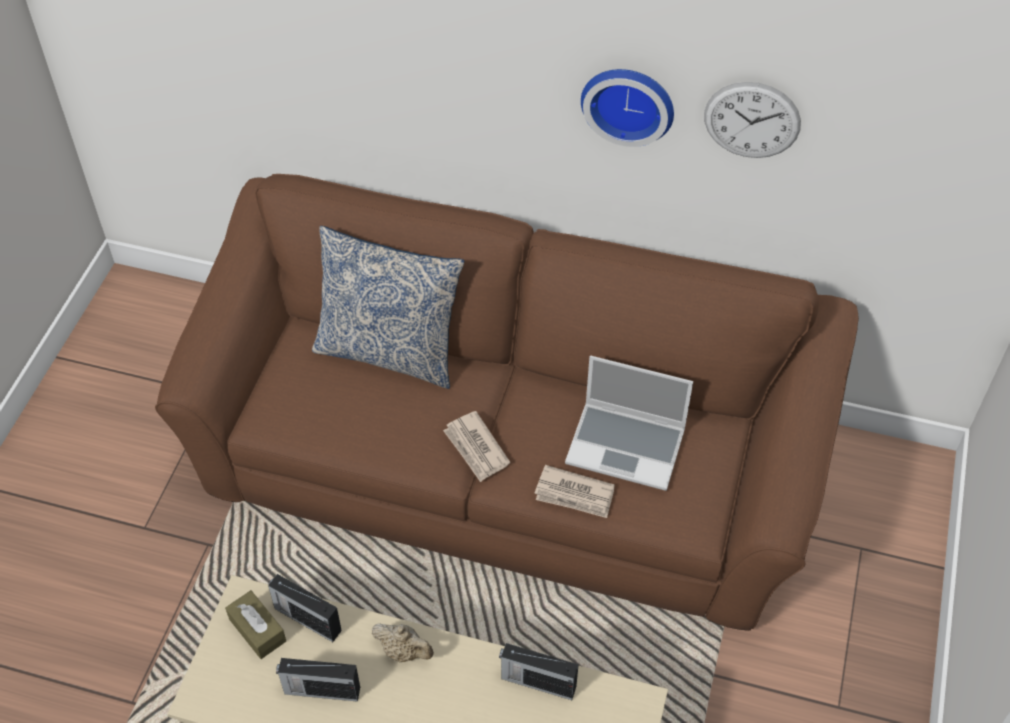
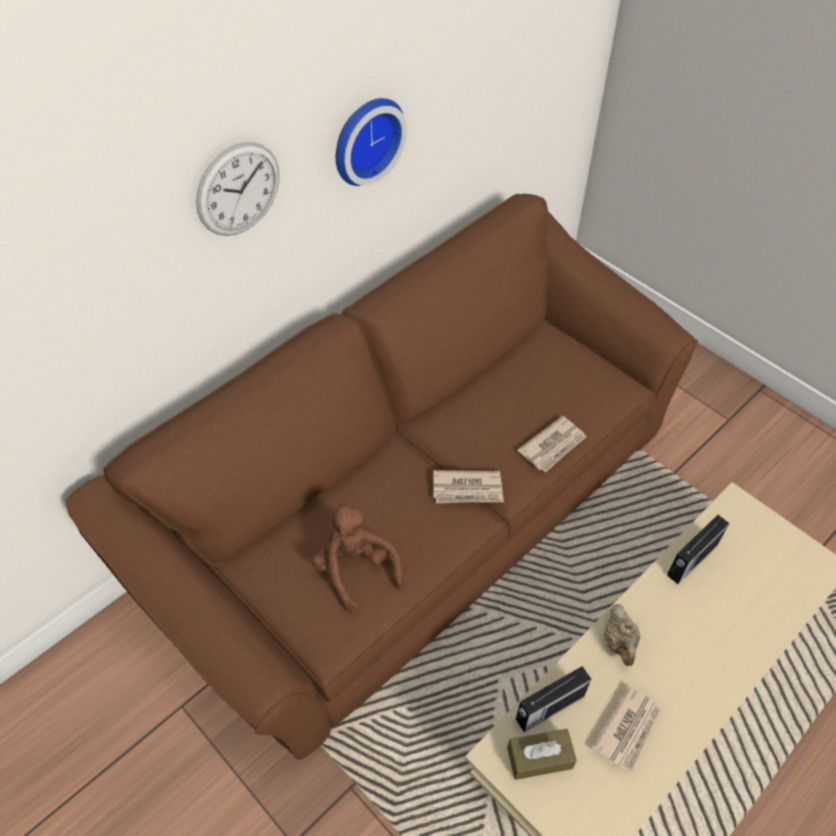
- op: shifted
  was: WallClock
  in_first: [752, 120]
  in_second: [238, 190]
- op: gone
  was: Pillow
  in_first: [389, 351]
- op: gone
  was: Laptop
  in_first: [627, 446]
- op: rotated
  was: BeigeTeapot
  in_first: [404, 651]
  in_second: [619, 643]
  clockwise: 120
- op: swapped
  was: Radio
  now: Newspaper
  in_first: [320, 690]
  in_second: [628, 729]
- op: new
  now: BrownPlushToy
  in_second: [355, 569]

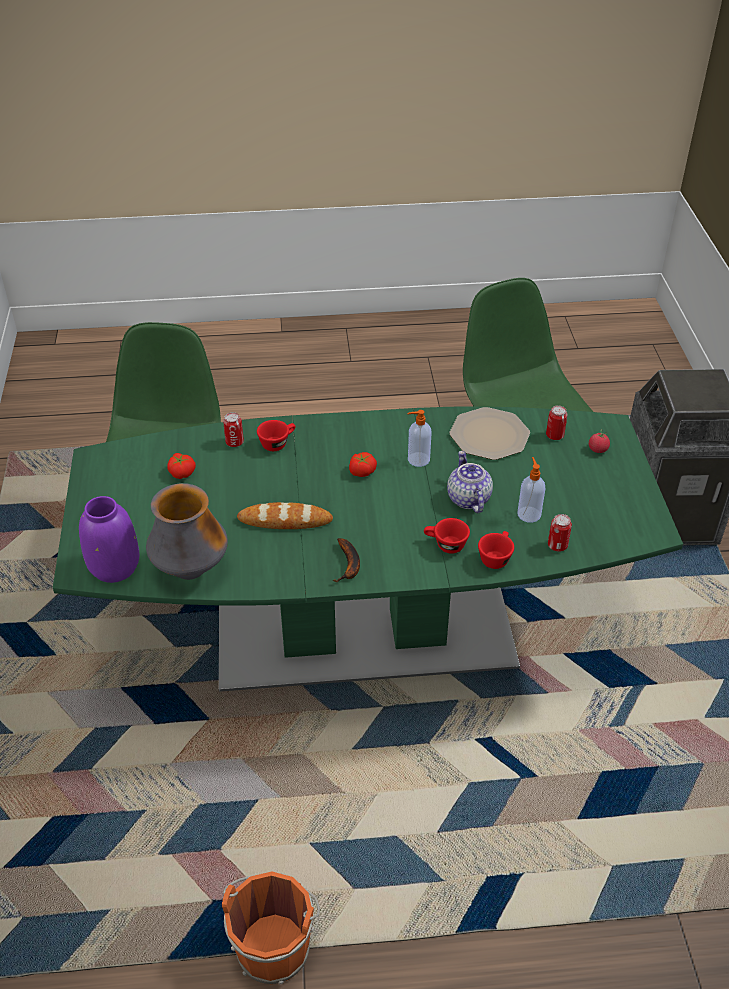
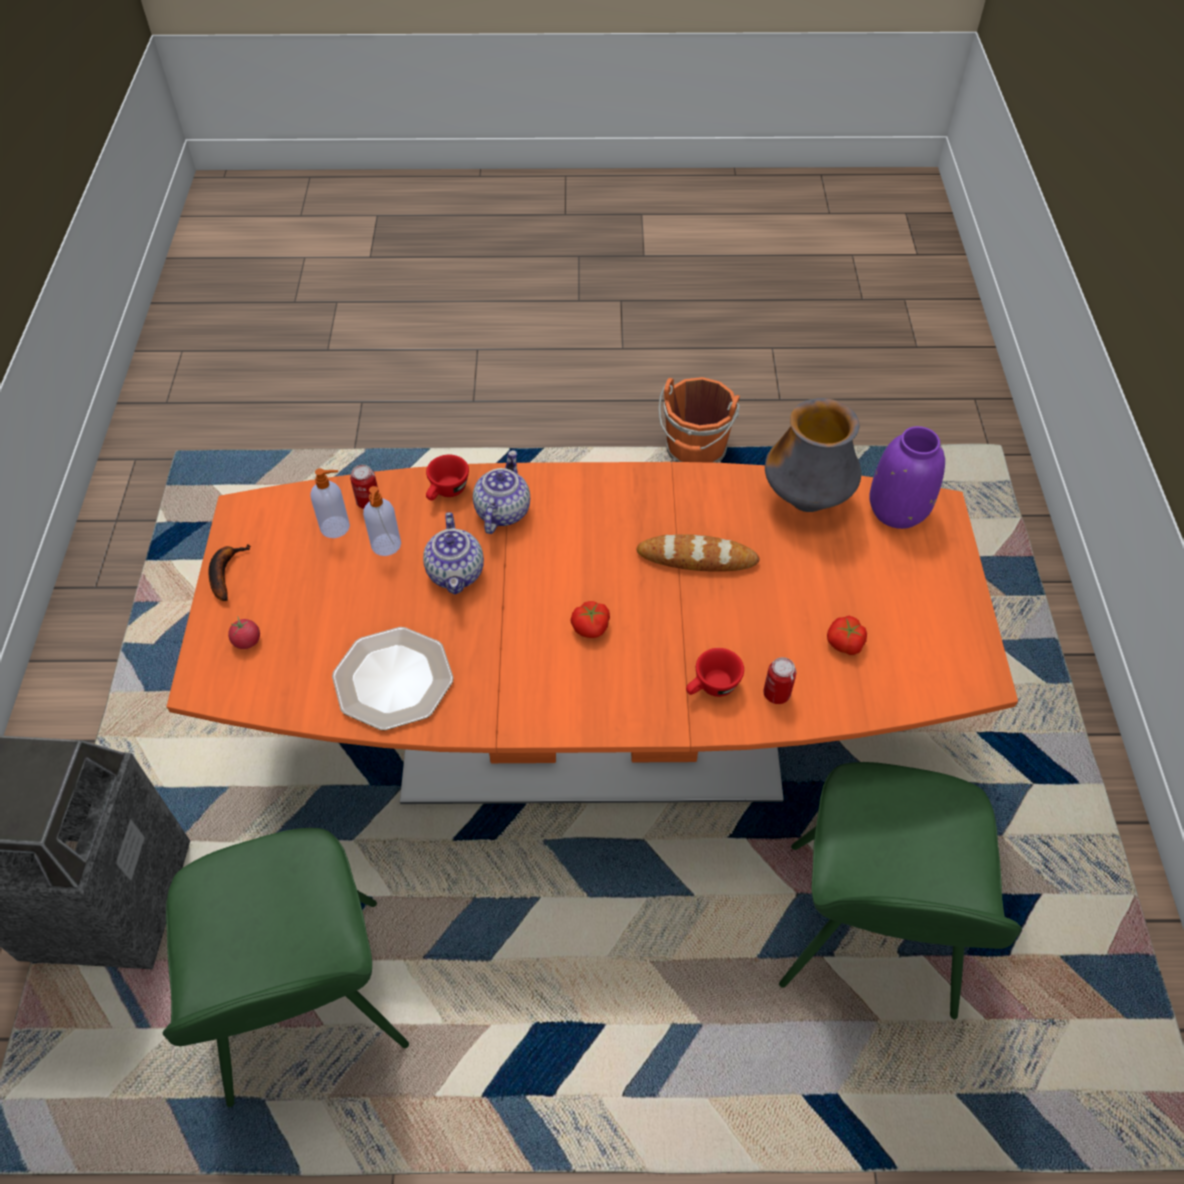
- op: gone
  was: Can
  in_first: [554, 435]
- op: repainted
  was: GreenDiningTable
  now: OrangeDiningTable
  in_first: [363, 633]
  in_second: [593, 736]
- op: shifted
  was: SoapDispenser
  in_first: [417, 459]
  in_second: [336, 527]
- op: swapped
  was: RedCup
  now: Teapot
  in_first: [445, 545]
  in_second: [502, 511]
- op: shifted
  was: Banana
  in_first: [349, 565]
  in_second: [224, 573]

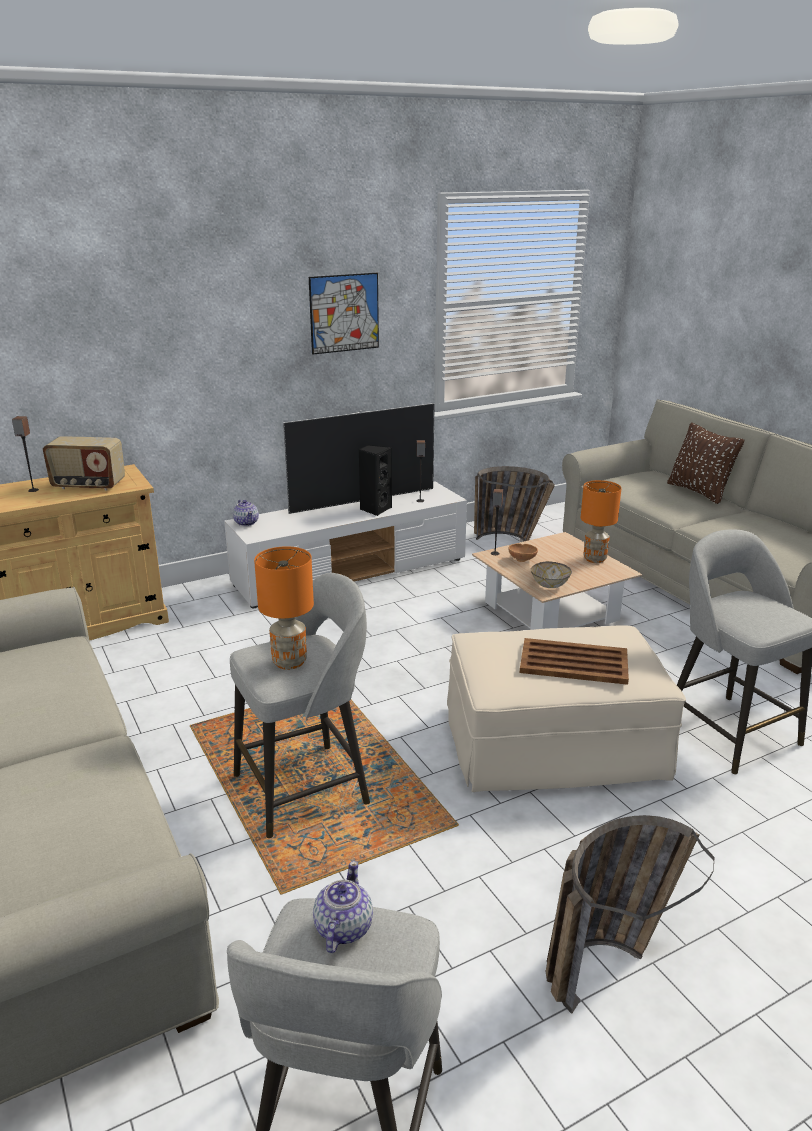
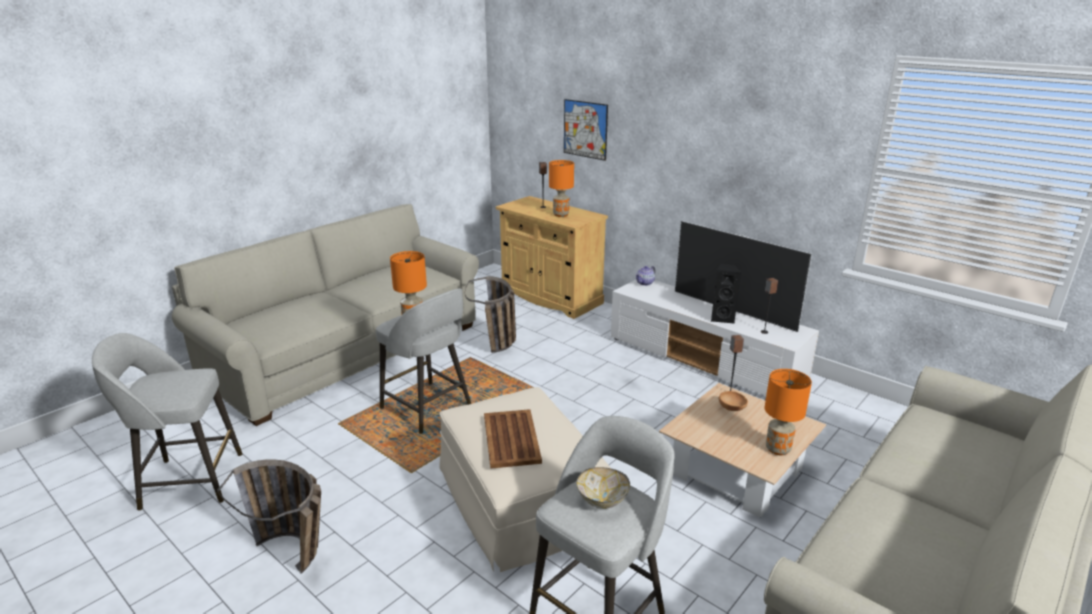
- op: shifted
  was: Picture
  in_first: [344, 313]
  in_second: [585, 129]
- op: gone
  was: BrownPillow
  in_first: [699, 492]
- op: swapped
  was: Radio
  now: OrangeTableLamp
  in_first: [88, 486]
  in_second: [561, 215]
- op: shifted
  was: Basket
  in_first: [512, 541]
  in_second: [498, 347]
- op: shifted
  was: Bowl
  in_first: [550, 585]
  in_second: [603, 500]
- op: gone
  was: Teapot
  in_first: [342, 929]

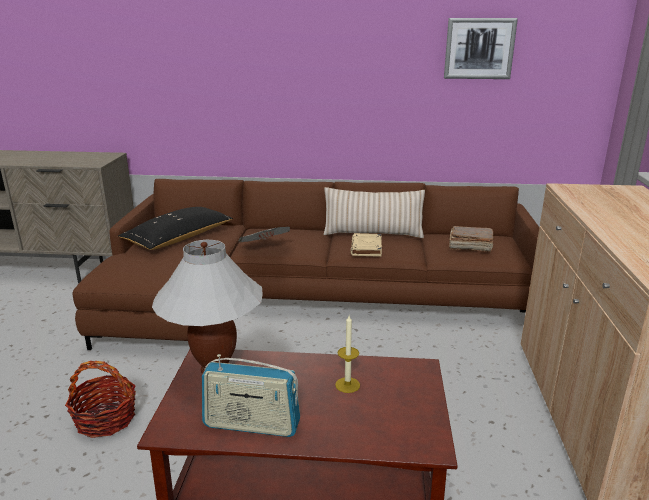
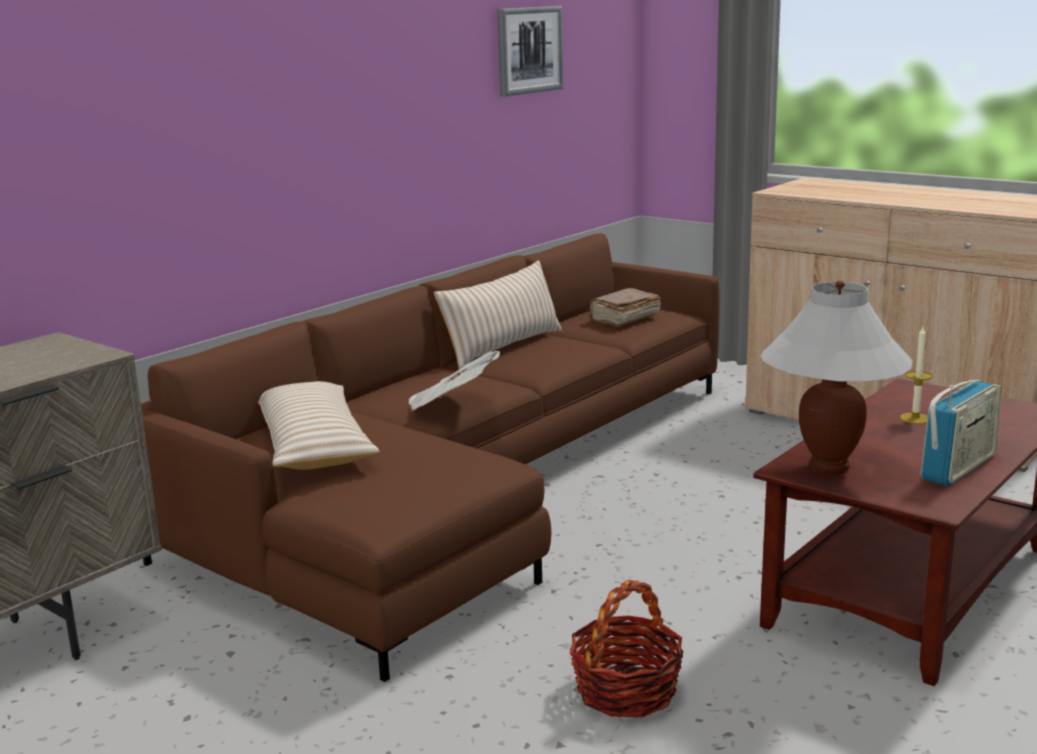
- op: repainted
  was: BlackPillow
  now: BeigePillow
  in_first: [179, 238]
  in_second: [313, 445]
- op: gone
  was: BeigeBook
  in_first: [366, 248]

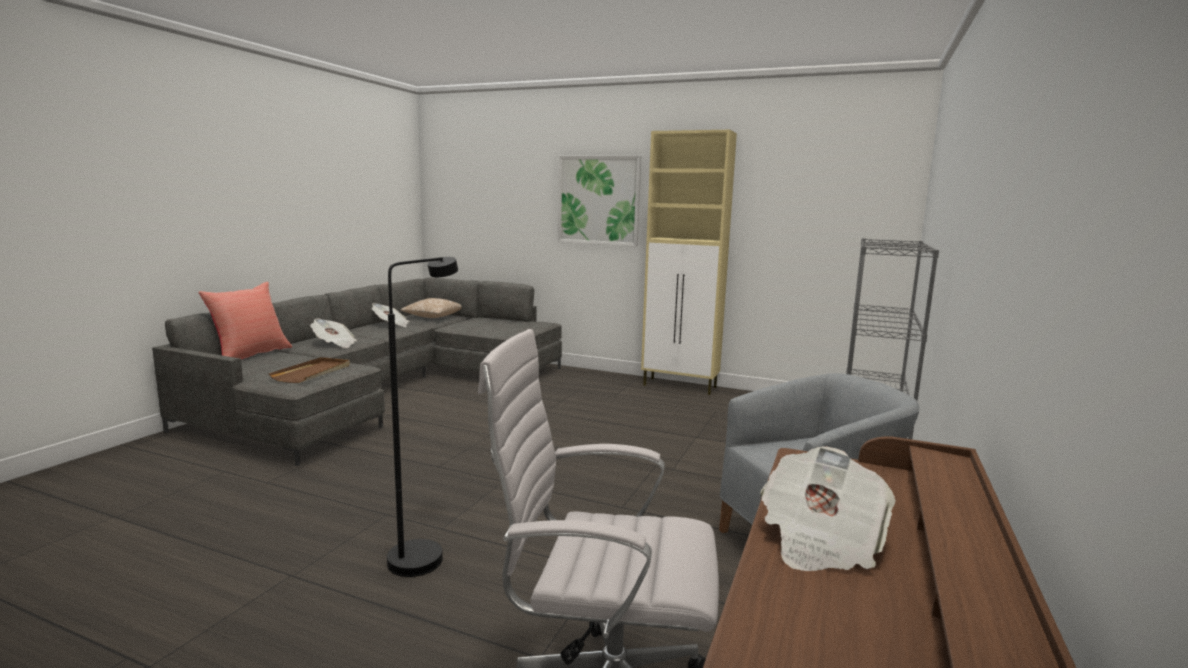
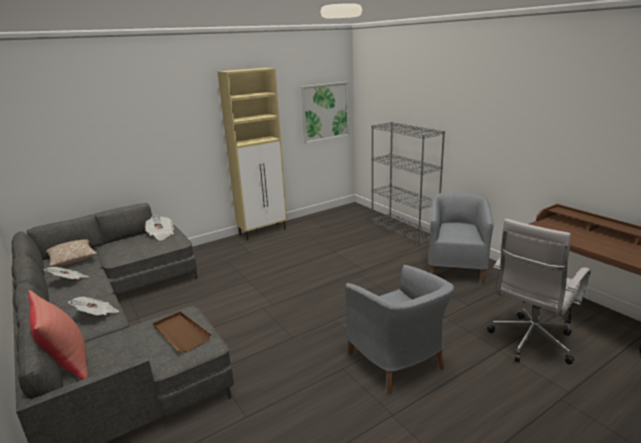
- op: shifted
  was: Picture
  in_first: [598, 200]
  in_second: [325, 112]
- op: swapped
  was: BlackFloorLamp
  now: GreyArmchair
  in_first: [424, 553]
  in_second: [398, 363]
- op: shifted
  was: Newspaper
  in_first: [820, 540]
  in_second: [161, 235]

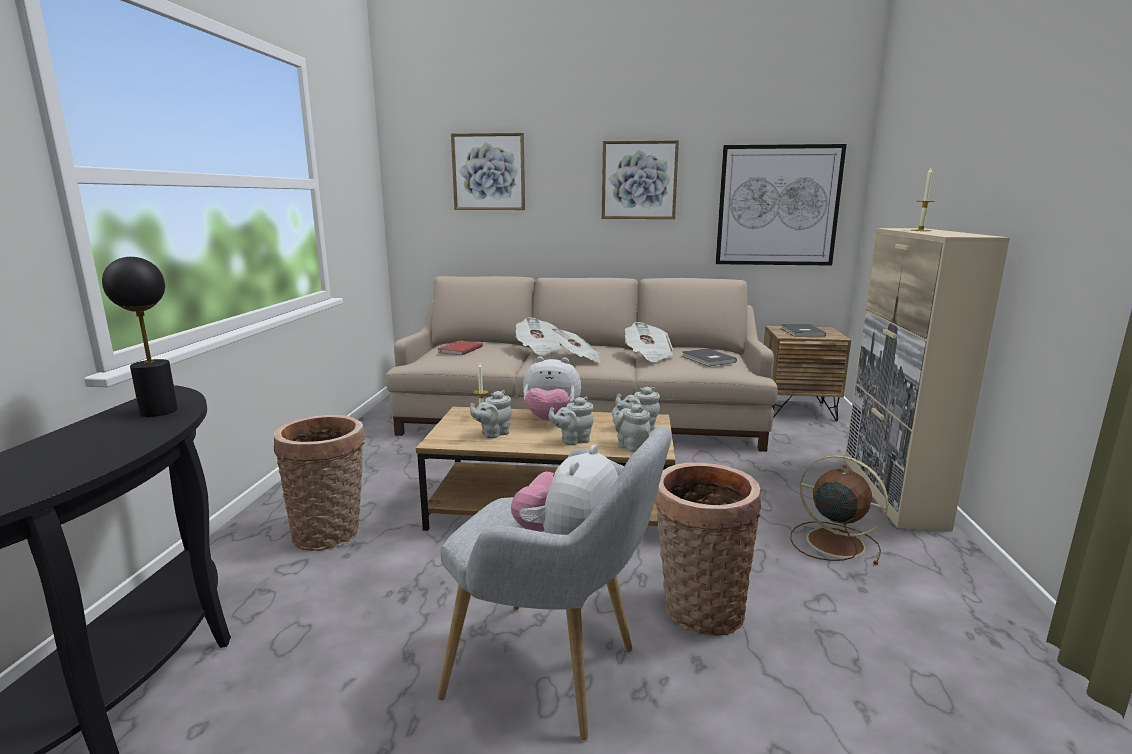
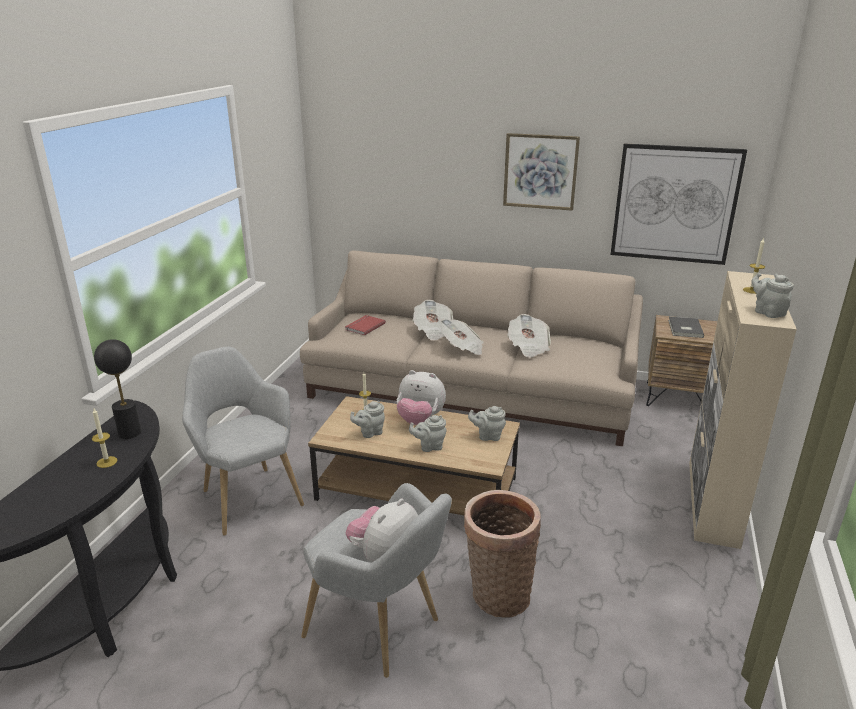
- op: gone
  was: Picture
  in_first: [488, 172]
- op: gone
  was: GreyBook
  in_first: [707, 359]
- op: shifted
  was: GreyTeapot
  in_first: [630, 446]
  in_second: [767, 312]
- op: swapped
  was: Basket
  now: GreyArmchair
  in_first: [331, 533]
  in_second: [247, 495]
- op: gone
  was: BrownFan
  in_first: [832, 542]
- op: new
  now: Candle
  in_second: [107, 462]

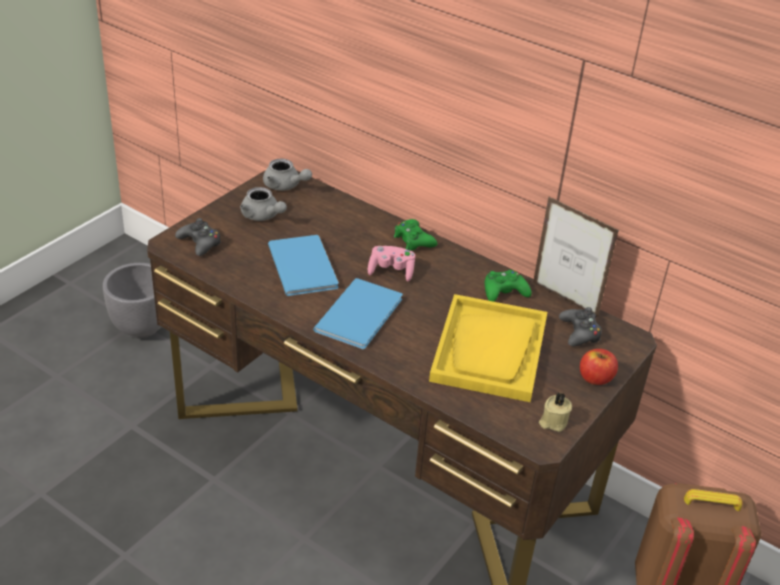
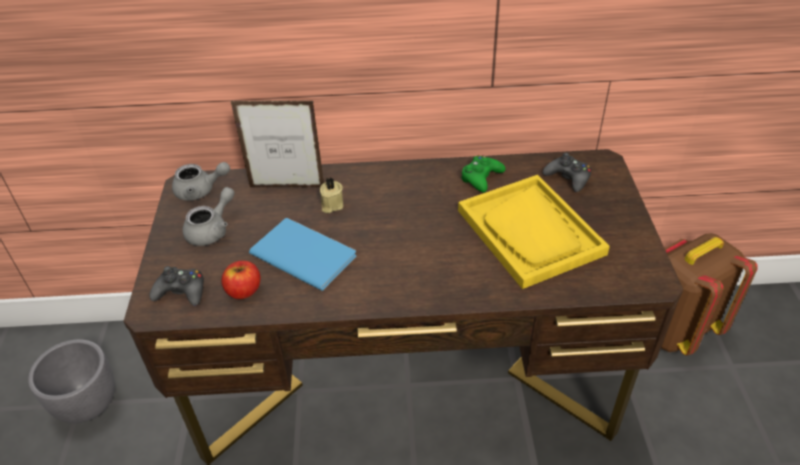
- op: rotated
  was: GreyTeapot
  in_first: [263, 216]
  in_second: [212, 230]
  clockwise: -60
- op: shifted
  was: PictureFrame
  in_first: [565, 300]
  in_second: [287, 187]
- op: gone
  was: GreenGameController
  in_first: [413, 240]
- op: gone
  was: PinkGameController
  in_first: [391, 271]
- op: gone
  was: BlueBook
  in_first: [362, 314]
- op: shifted
  was: Apple
  in_first: [595, 378]
  in_second: [244, 290]
- op: shifted
  was: BeigeCandle
  in_first: [553, 422]
  in_second: [331, 205]

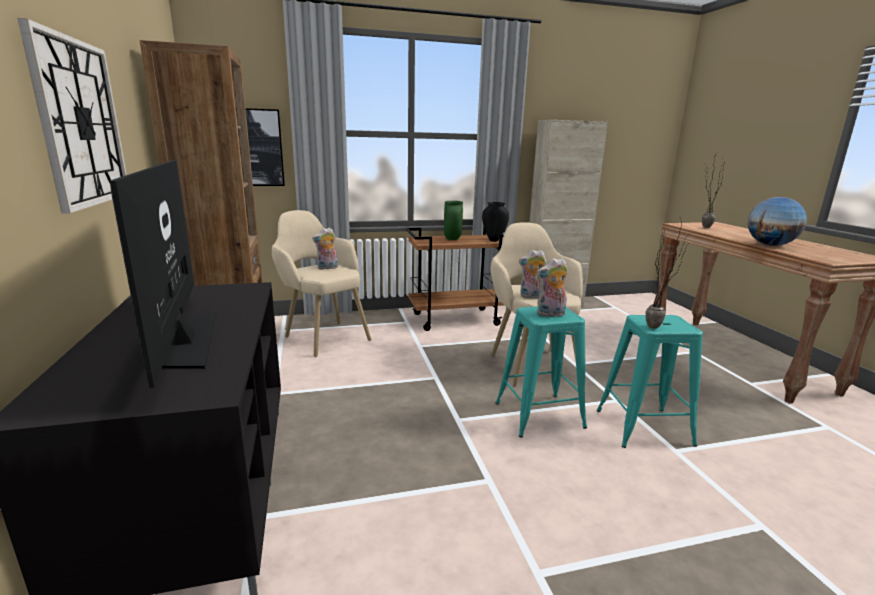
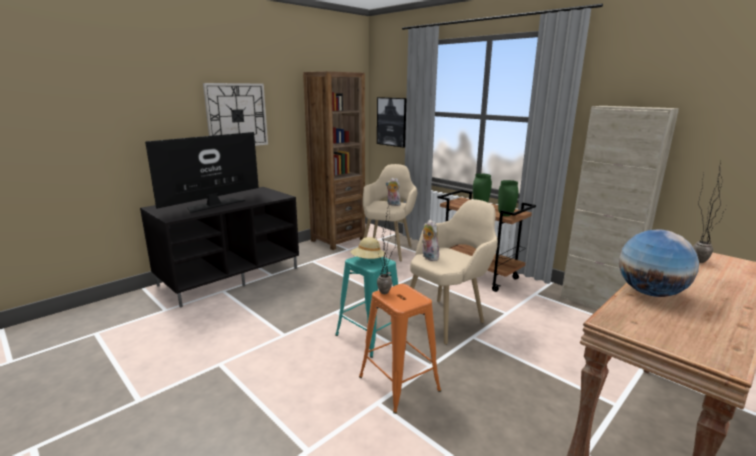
- op: repainted
  was: BlackVase
  now: GreenVase
  in_first: [494, 240]
  in_second: [506, 215]
- op: swapped
  was: PlushToy
  now: BeigeHat
  in_first: [550, 314]
  in_second: [368, 261]
- op: repainted
  was: TurquoiseStool
  now: OrangeStool
  in_first: [644, 427]
  in_second: [399, 384]

